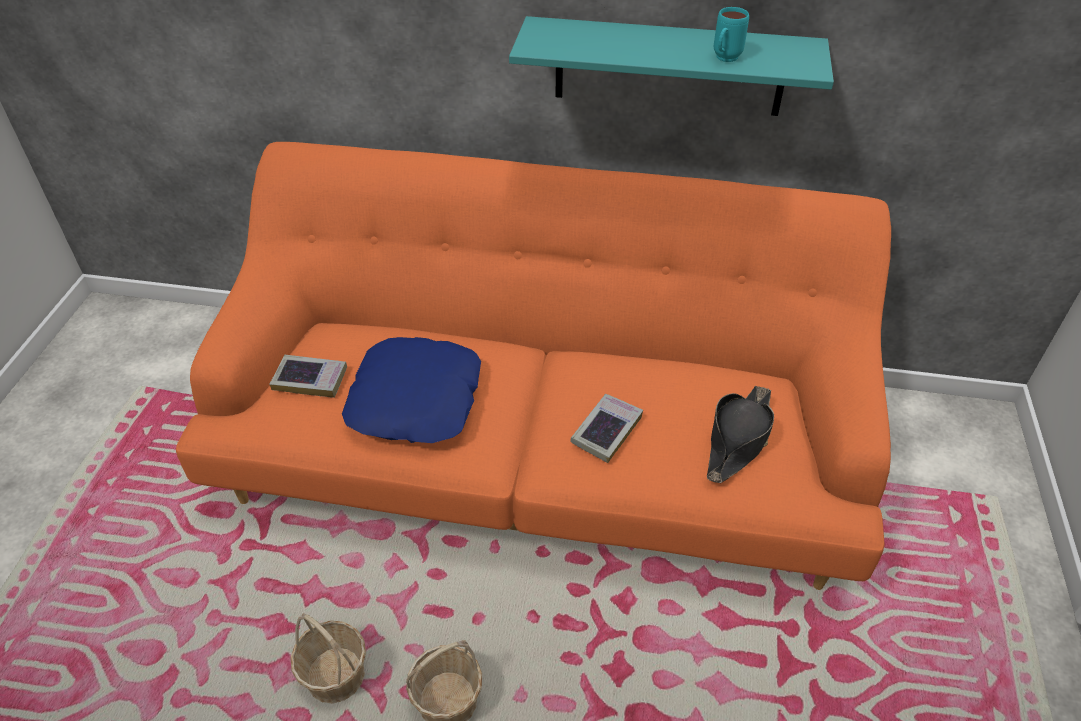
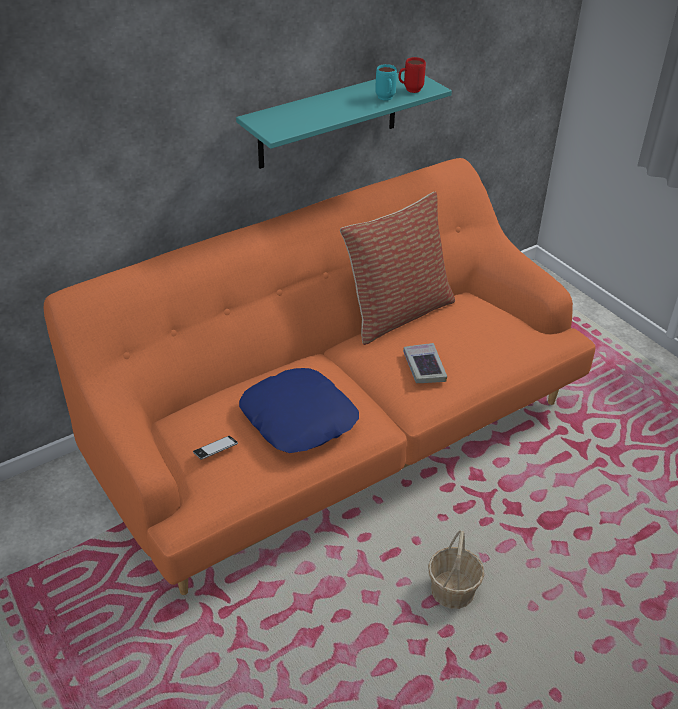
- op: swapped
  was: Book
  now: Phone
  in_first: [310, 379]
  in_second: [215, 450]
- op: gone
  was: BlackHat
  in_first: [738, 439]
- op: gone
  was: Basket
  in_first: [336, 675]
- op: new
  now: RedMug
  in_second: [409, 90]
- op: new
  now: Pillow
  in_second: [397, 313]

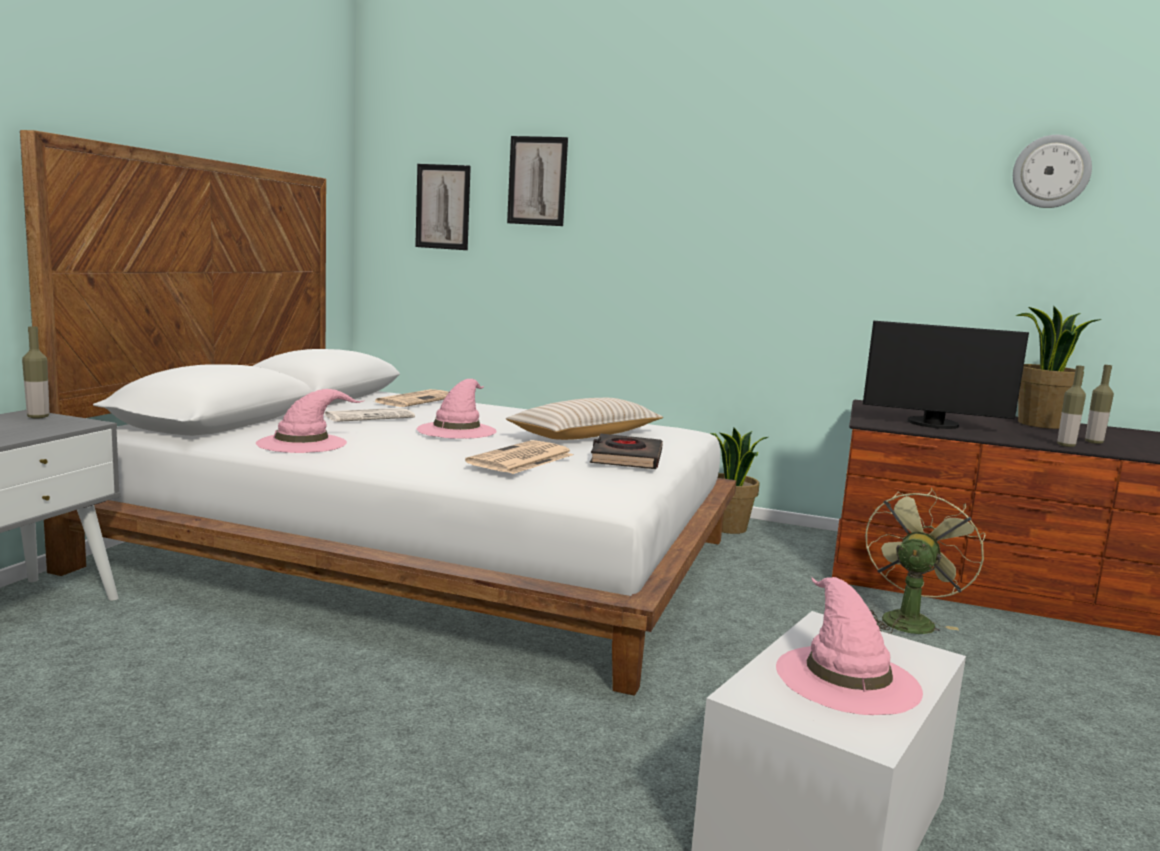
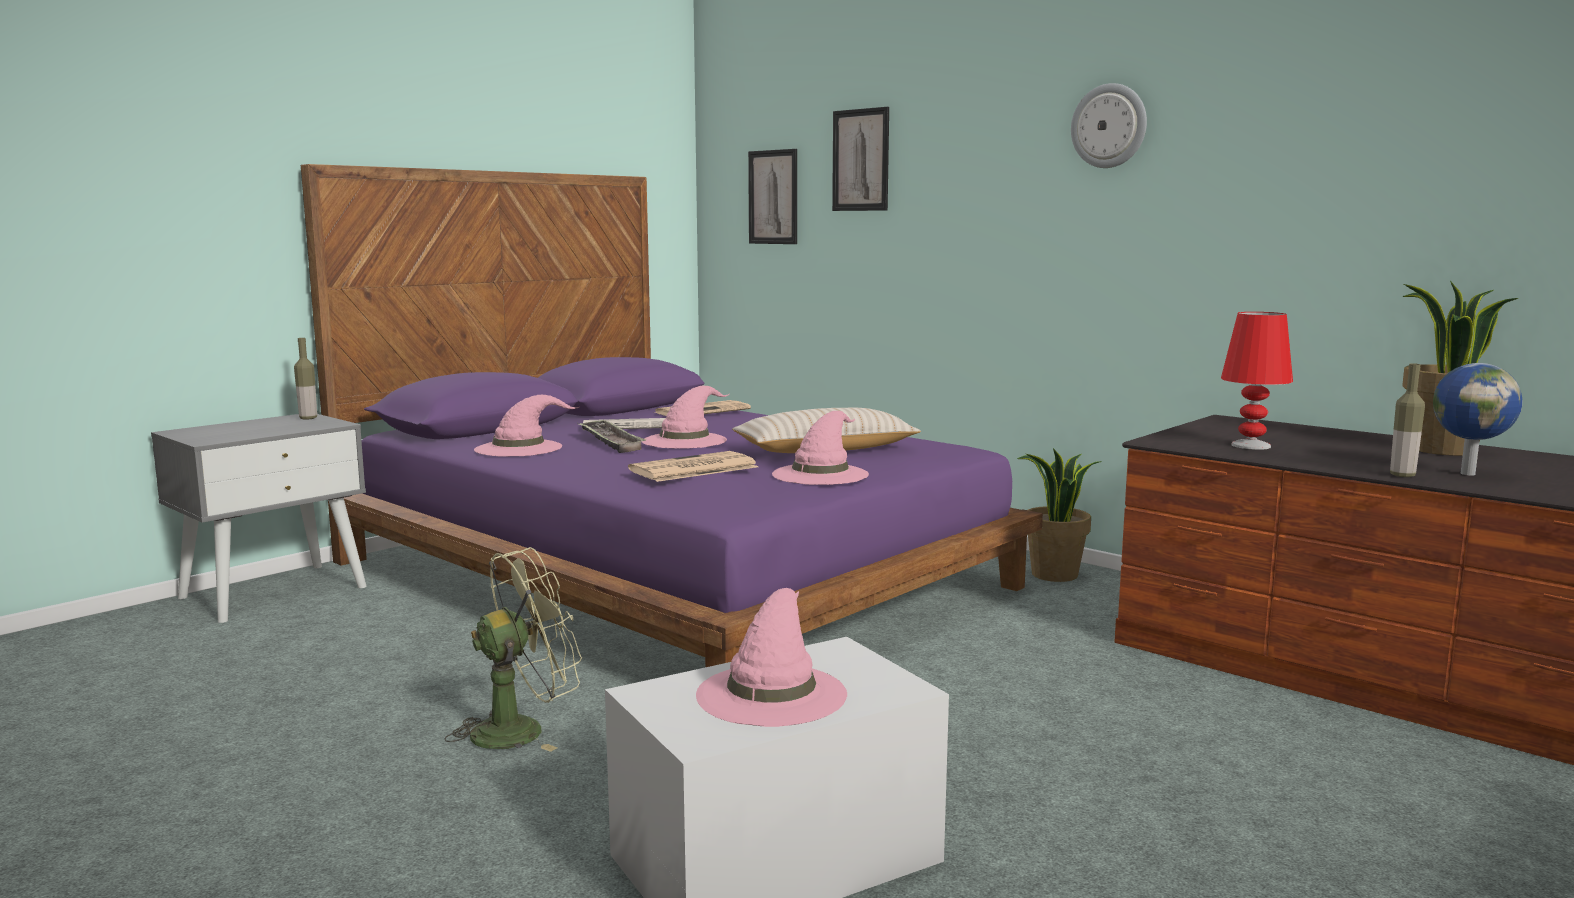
- op: repainted
  was: WhiteBed
  now: PurpleBed
  in_first: [429, 553]
  in_second: [674, 574]
- op: shifted
  was: WallClock
  in_first: [1051, 171]
  in_second: [1109, 126]
- op: swapped
  was: Monitor
  now: RedTableLamp
  in_first: [934, 424]
  in_second: [1251, 445]
- op: swapped
  was: Bottle
  now: Globe
  in_first: [1094, 442]
  in_second: [1467, 473]
- op: swapped
  was: BlackBook
  now: PinkHat
  in_first: [626, 458]
  in_second: [820, 474]
- op: shifted
  was: GreenFan
  in_first: [908, 619]
  in_second: [521, 729]
- op: new
  now: Tray
  in_second: [610, 442]

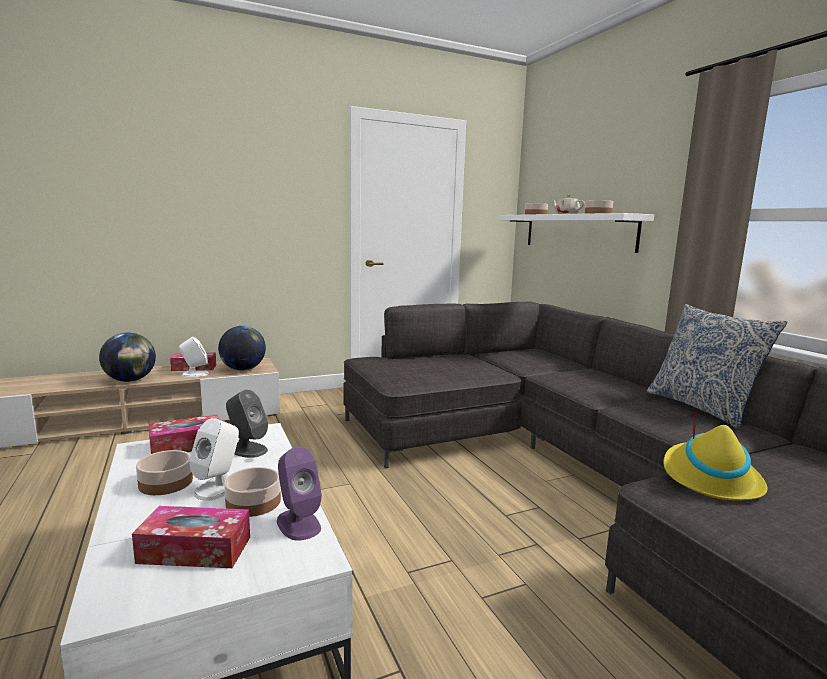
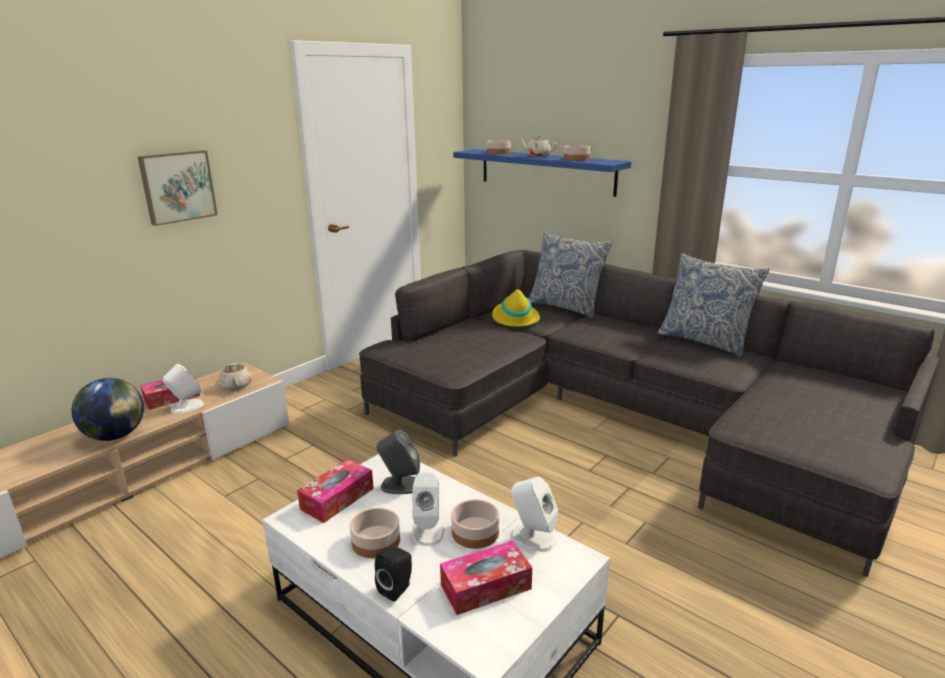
- op: repainted
  was: WhiteShelf
  now: BlueShelf
  in_first: [577, 232]
  in_second: [546, 171]
- op: swapped
  was: Globe
  now: BeigeTeapot
  in_first: [243, 369]
  in_second: [236, 386]
- op: shifted
  was: YellowHat
  in_first: [709, 477]
  in_second: [515, 318]
- op: repainted
  was: PurpleSpeaker
  now: WhiteSpeaker
  in_first: [298, 524]
  in_second: [532, 537]
- op: new
  now: Picture
  in_second: [177, 186]
- op: new
  now: Pillow
  in_second: [566, 307]
- op: new
  now: BlackSpeaker
  in_second: [397, 588]

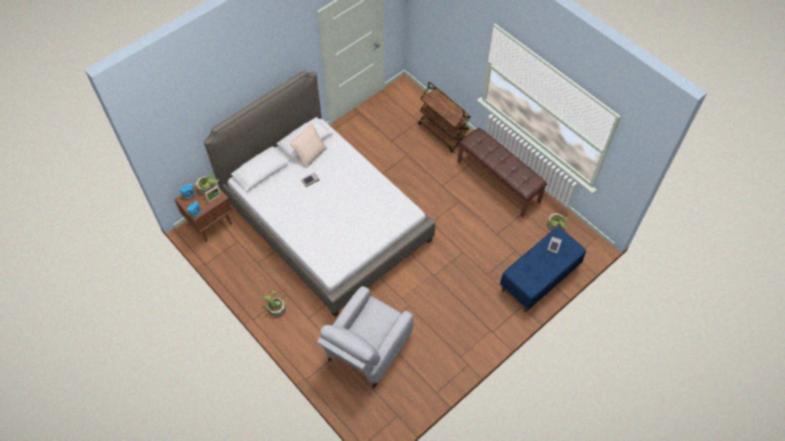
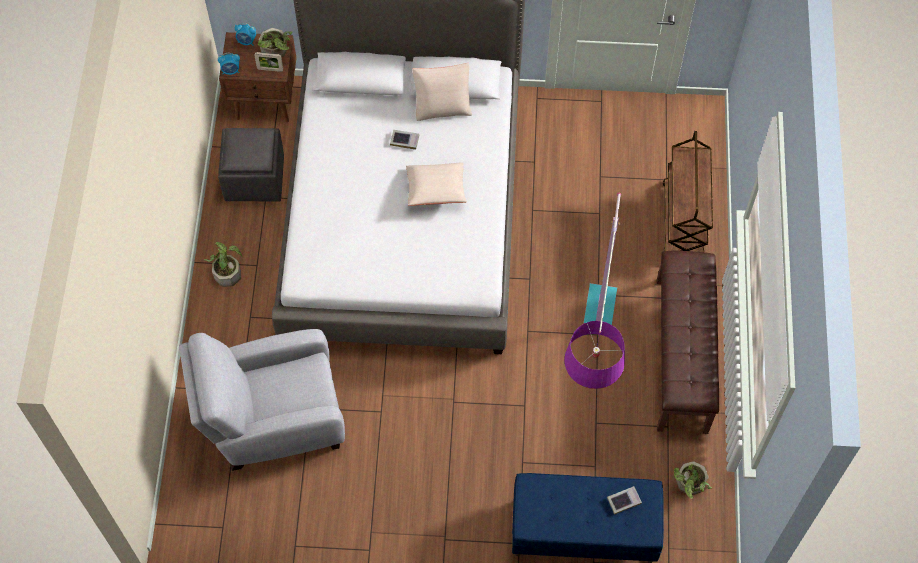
- op: new
  now: GreyOttoman
  in_second: [255, 177]
- op: new
  now: BeigePillow
  in_second: [436, 190]
- op: new
  now: FloorLamp
  in_second: [589, 377]

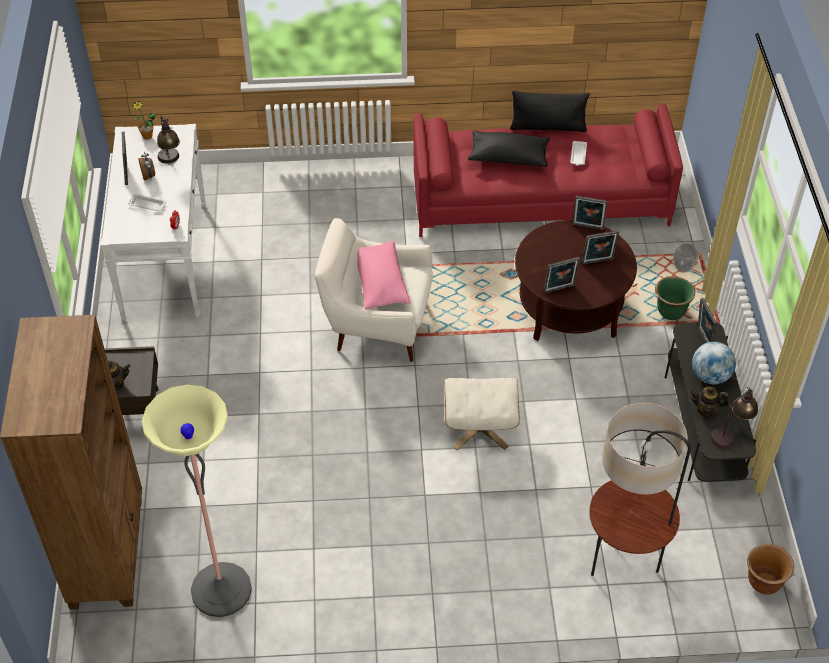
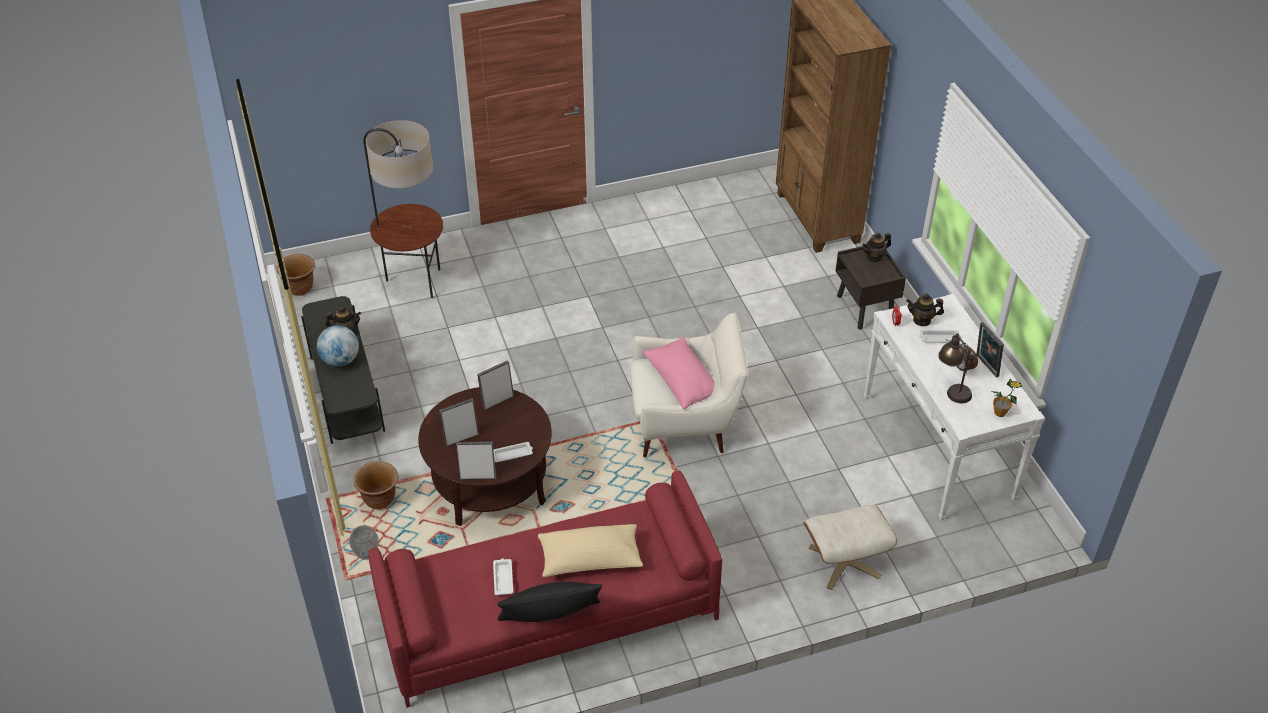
- op: repainted
  was: BlackPillow
  now: BeigePillow
  in_first: [508, 157]
  in_second: [590, 559]
- op: repainted
  was: GreenPlanter
  now: BrownPlanter
  in_first: [670, 312]
  in_second: [380, 500]
- op: gone
  was: PictureFrame
  in_first: [703, 339]
- op: shifted
  was: BeigeOttoman
  in_first: [480, 427]
  in_second: [844, 562]
- op: gone
  was: FloorLamp
  in_first: [221, 590]
- op: gone
  was: TableLamp
  in_first: [730, 434]
- op: new
  now: Teapot
  in_second: [922, 320]
- op: new
  now: WhiteTray
  in_second: [512, 454]

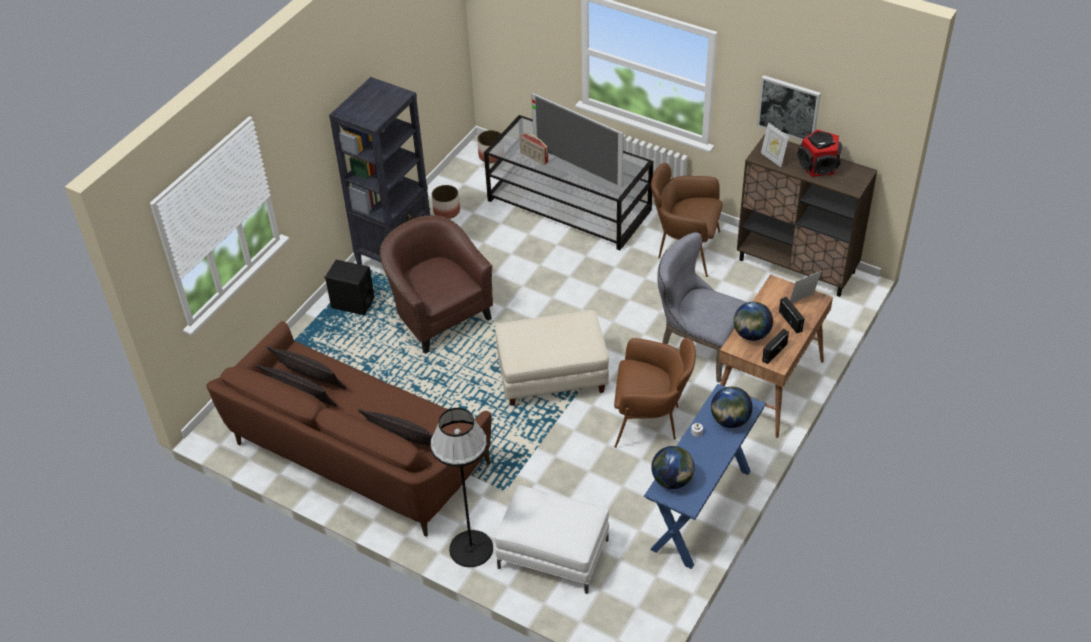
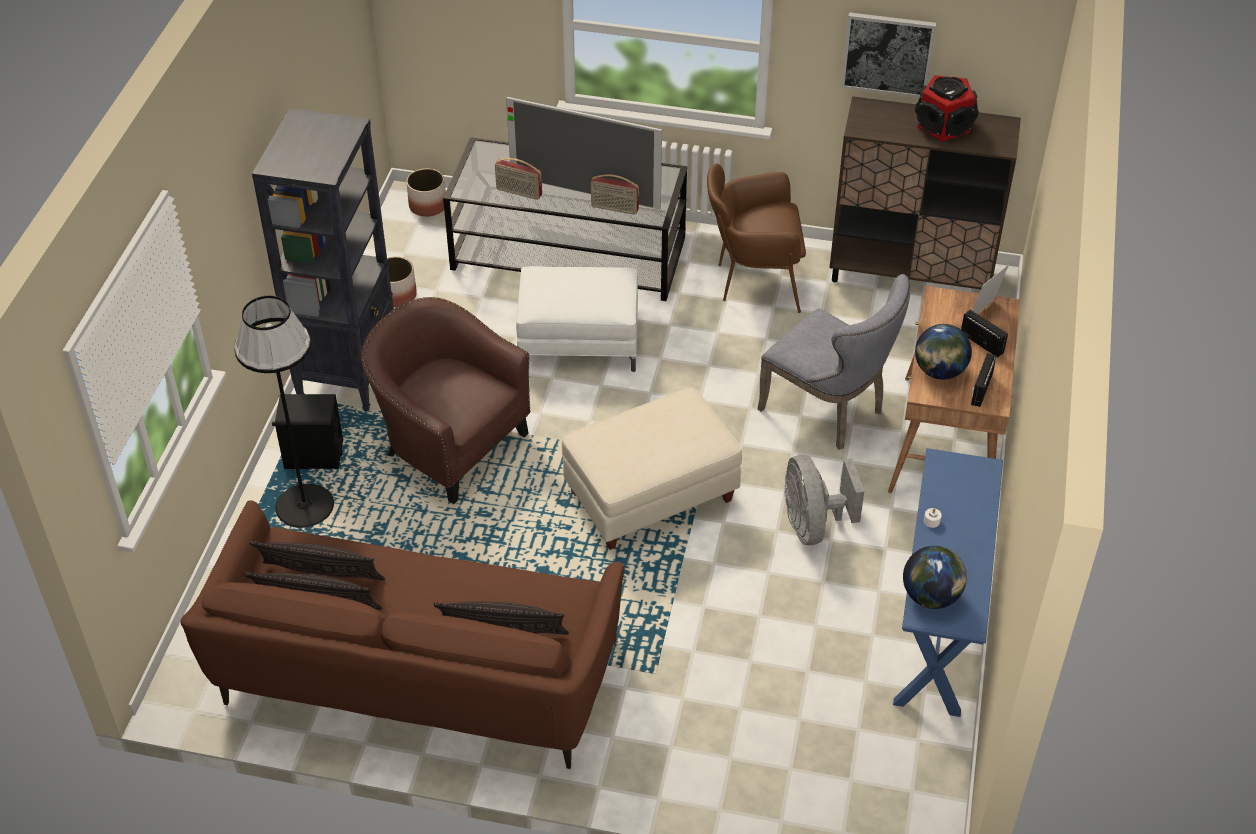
- op: gone
  was: PictureFrame
  in_first: [773, 158]
- op: rotated
  was: GreyChair
  in_first: [696, 348]
  in_second: [829, 411]
  clockwise: -150
- op: swapped
  was: BrownArmchair
  now: GreyFan
  in_first: [650, 420]
  in_second: [813, 525]
- op: gone
  was: Globe
  in_first: [730, 420]
- op: shifted
  was: BlackFloorLamp
  in_first: [471, 548]
  in_second: [304, 506]
- op: shifted
  was: WhiteOttoman
  in_first: [553, 553]
  in_second: [579, 342]
- op: new
  now: Radio
  in_second: [614, 208]

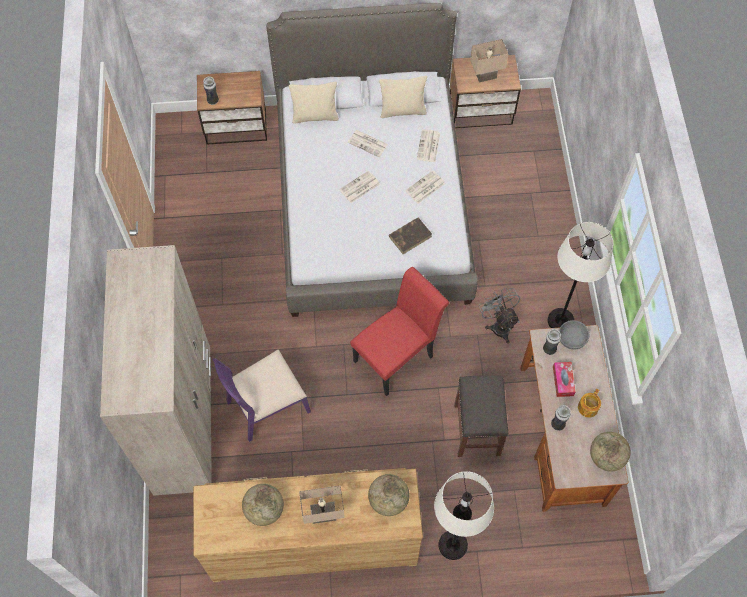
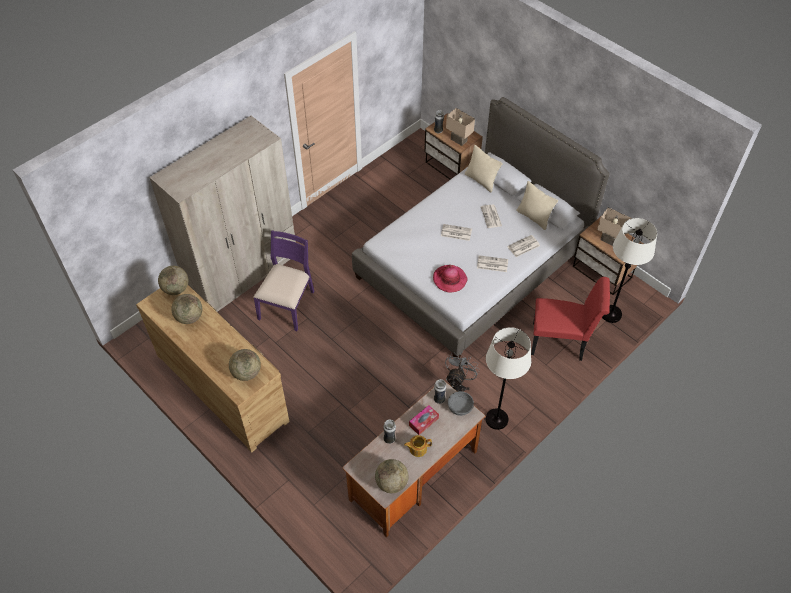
- op: swapped
  was: BrownBook
  now: Hat
  in_first: [410, 236]
  in_second: [449, 279]
- op: shifted
  was: RedChair
  in_first: [397, 355]
  in_second: [561, 342]
- op: rotated
  was: PurpleChair
  in_first: [267, 405]
  in_second: [287, 305]
  clockwise: 90
- op: gone
  was: GreyStool
  in_first: [476, 429]
- op: shifted
  was: WhiteFloorLamp
  in_first: [453, 545]
  in_second: [611, 314]
- op: shifted
  was: BeigeTableLamp
  in_first: [323, 516]
  in_second: [458, 140]
- op: new
  now: Globe
  in_second: [176, 289]

